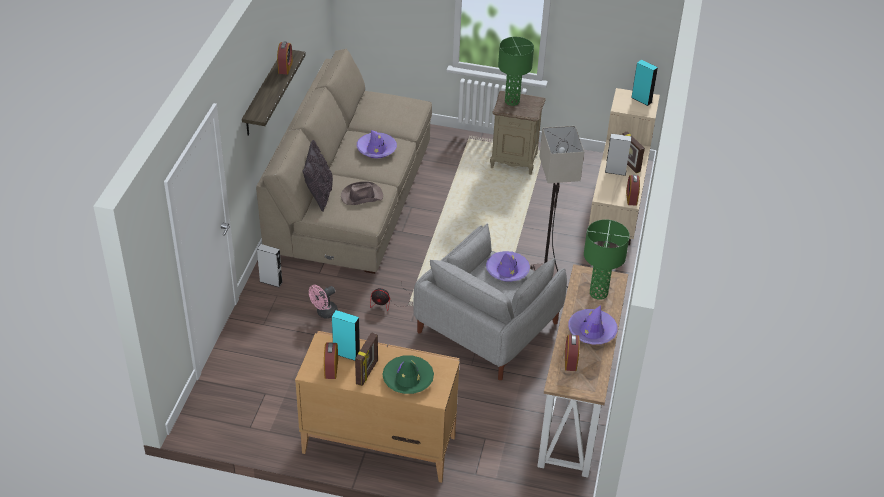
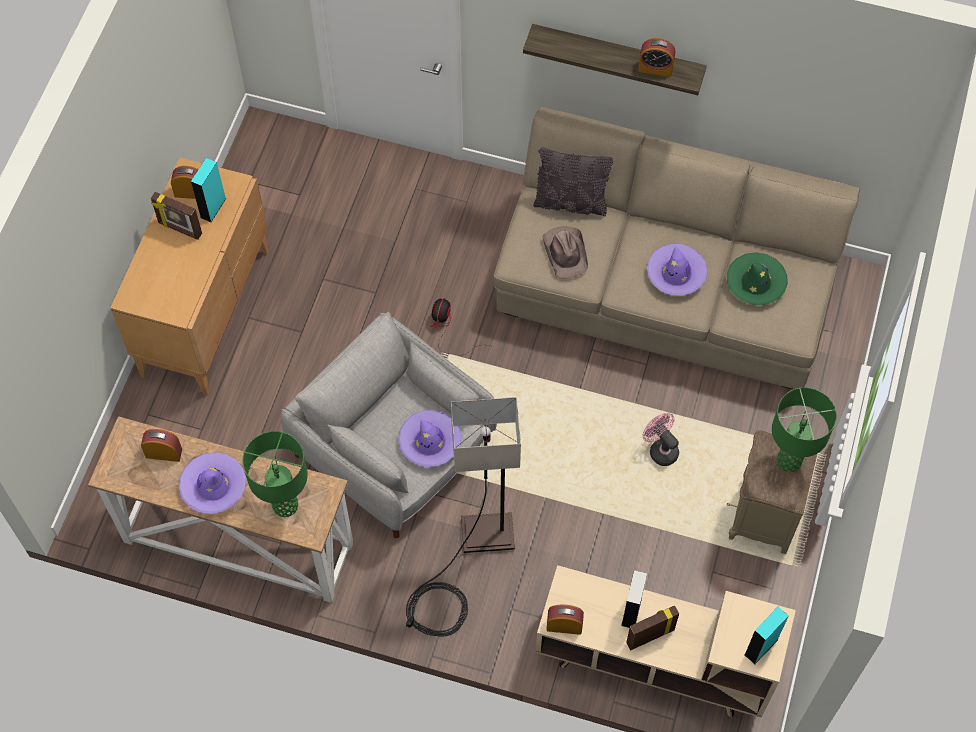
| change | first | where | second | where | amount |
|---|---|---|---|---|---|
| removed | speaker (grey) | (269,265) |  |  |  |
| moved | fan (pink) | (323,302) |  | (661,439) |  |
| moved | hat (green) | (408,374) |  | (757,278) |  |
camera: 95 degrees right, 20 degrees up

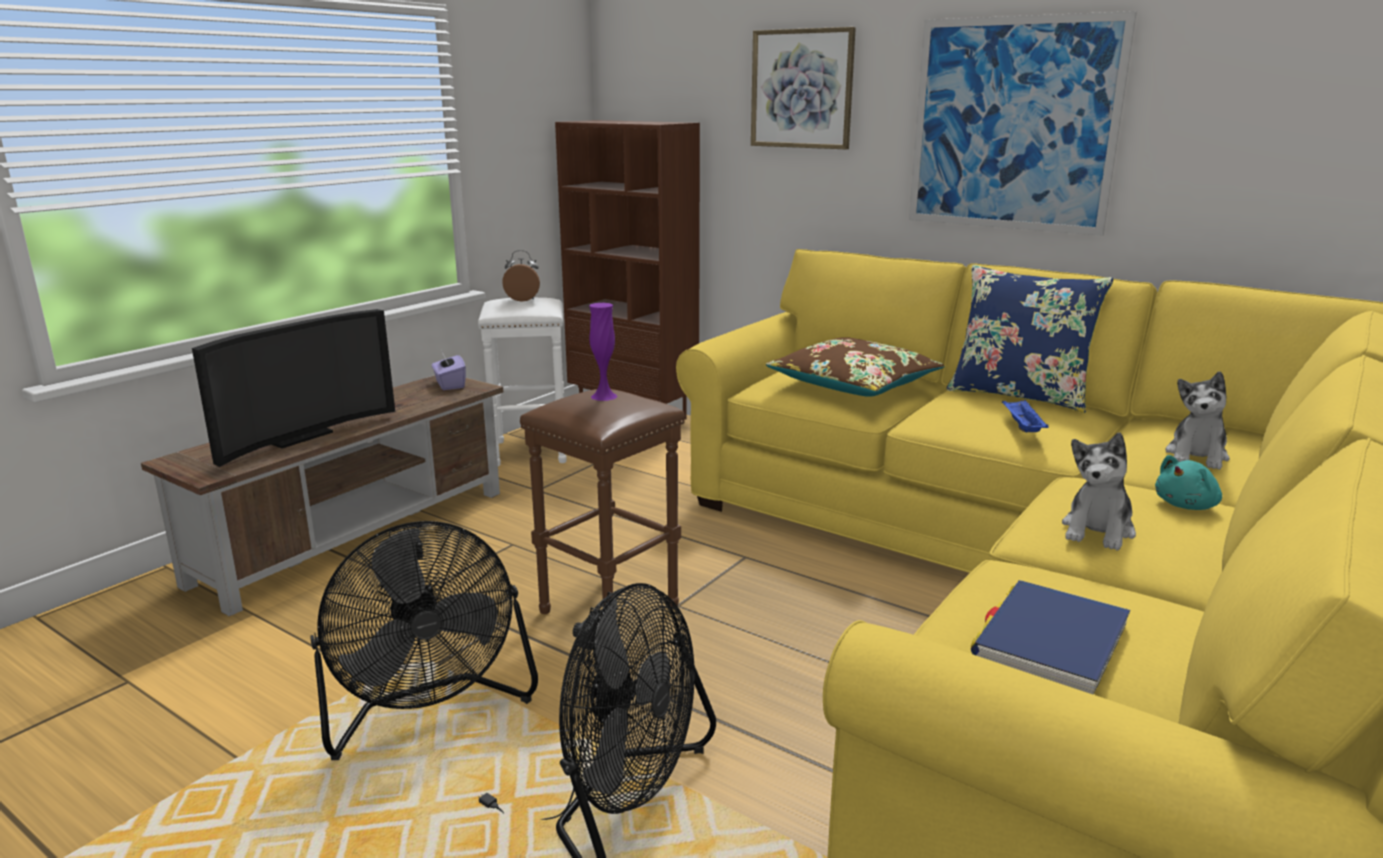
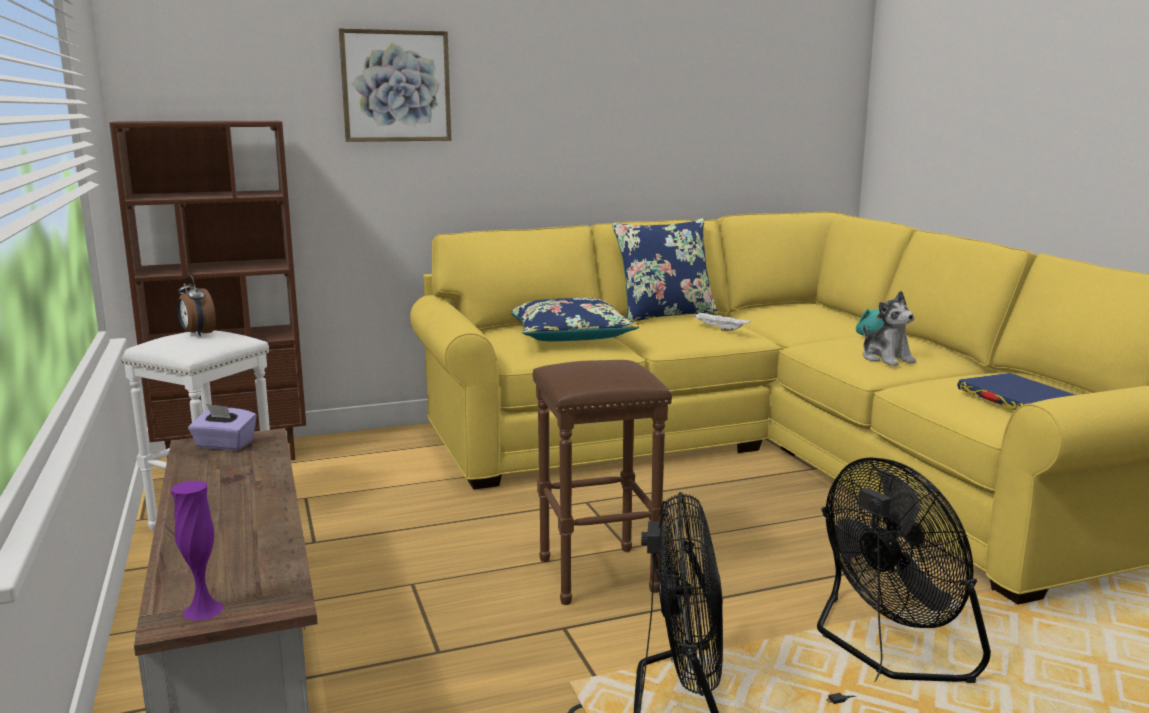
| change | first | where | second | where | amount |
|---|---|---|---|---|---|
| removed | television | (293,388) |  |  |  |
| removed | picture | (1023,123) |  |  |  |
| removed | plush toy | (1197,420) |  |  |  |
| moved | vase (purple) | (603,352) |  | (197,551) |  |
| recoloured | pillow (brown) | (855,367) | pillow (blue) | (575,319) |  |
| recoloured | tray (blue) | (1025,416) | tray (white) | (721,321) |  |
| turned | alarm clock | (521,275) |  | (196,305) | 75 degrees counterclockwise |
camera: 55 degrees left, 5 degrees down

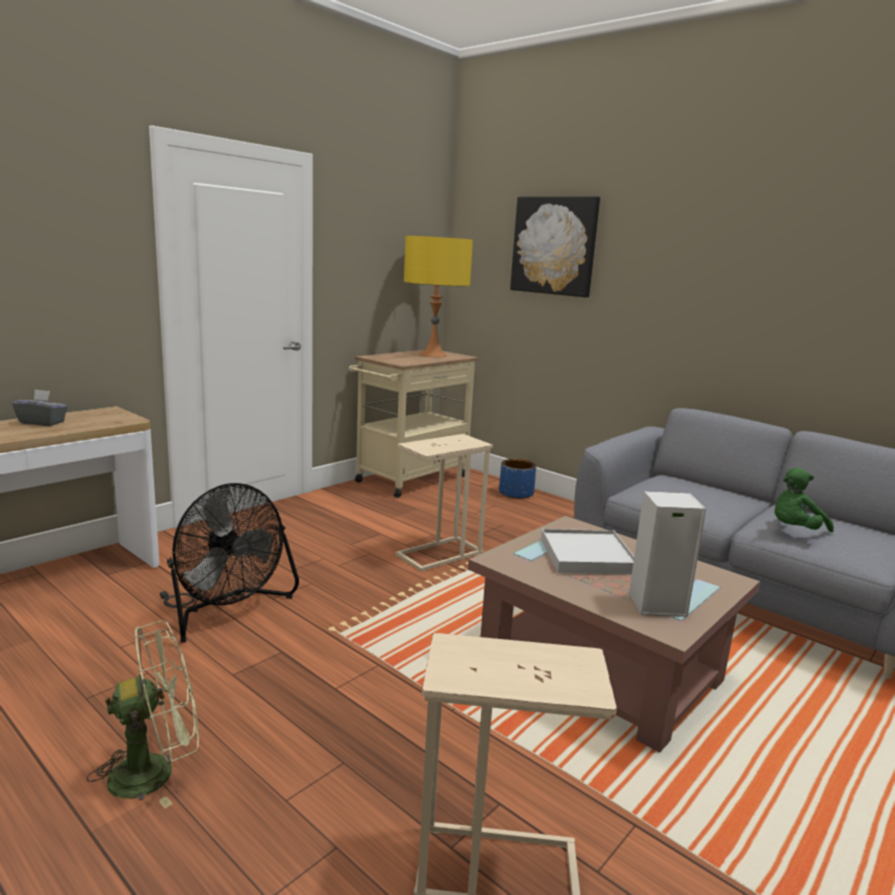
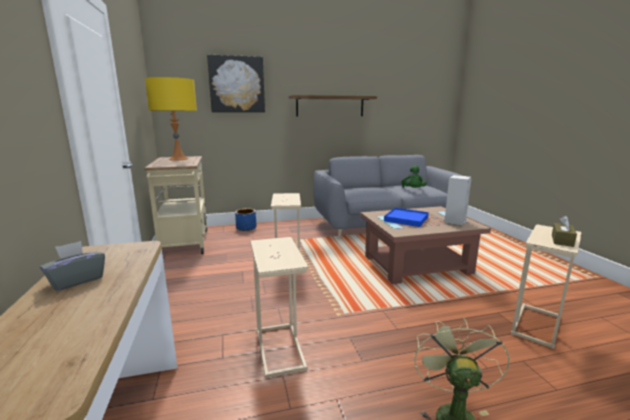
| change | first | where | second | where | amount |
|---|---|---|---|---|---|
| added |  |  | shelf | (333,106) |  |
| added |  |  | tissue box (brown) | (564,231) |  |
| replaced | fan (black) | (229,563) | side table (beige) | (279,307) |  |
| recoloured | tray (white) | (587,551) | tray (blue) | (406,217) |  |
camera: 55 degrees left, 0 degrees up

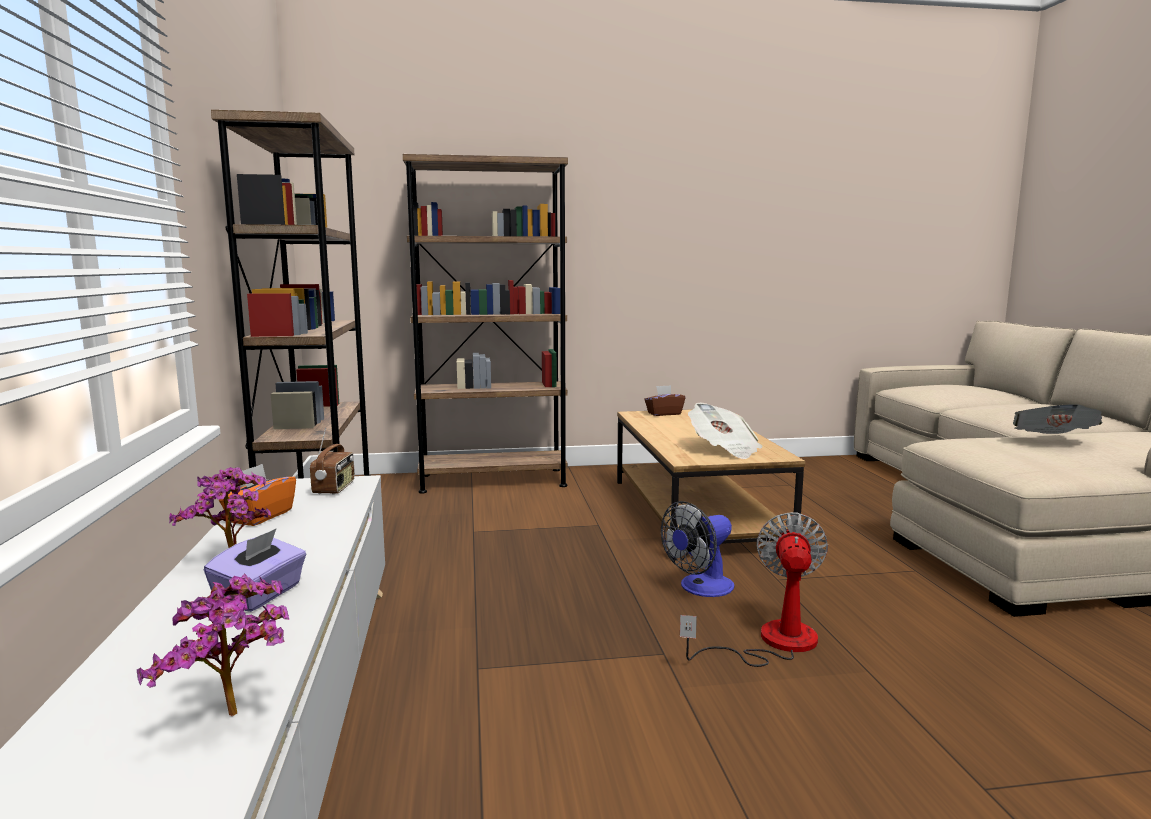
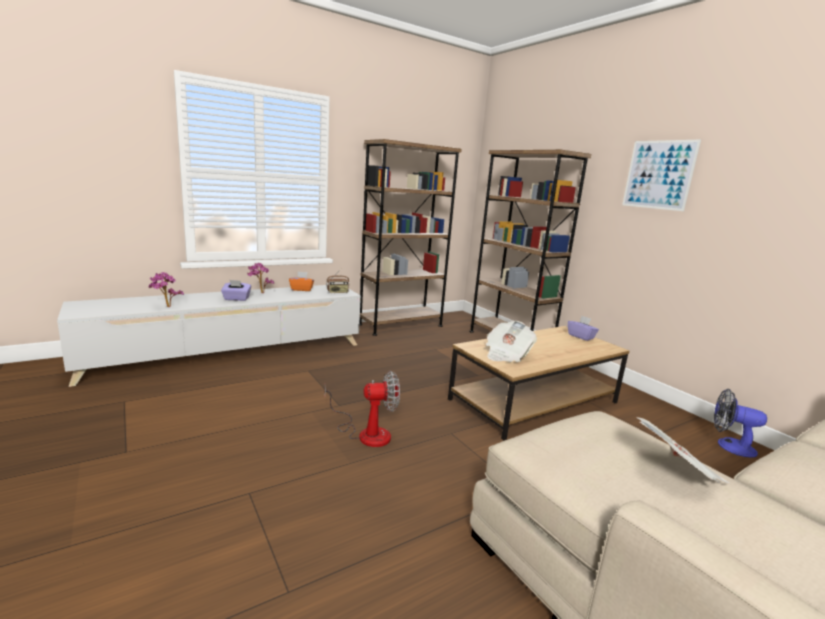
| change | first | where | second | where | amount |
|---|---|---|---|---|---|
| added |  |  | picture | (661,175) |  |
| moved | fan | (697,549) |  | (740,423) |  |
| recoloured | tissue box (brown) | (664,400) | tissue box (purple) | (583,328) |  |
camera: 65 degrees right, 5 degrees up

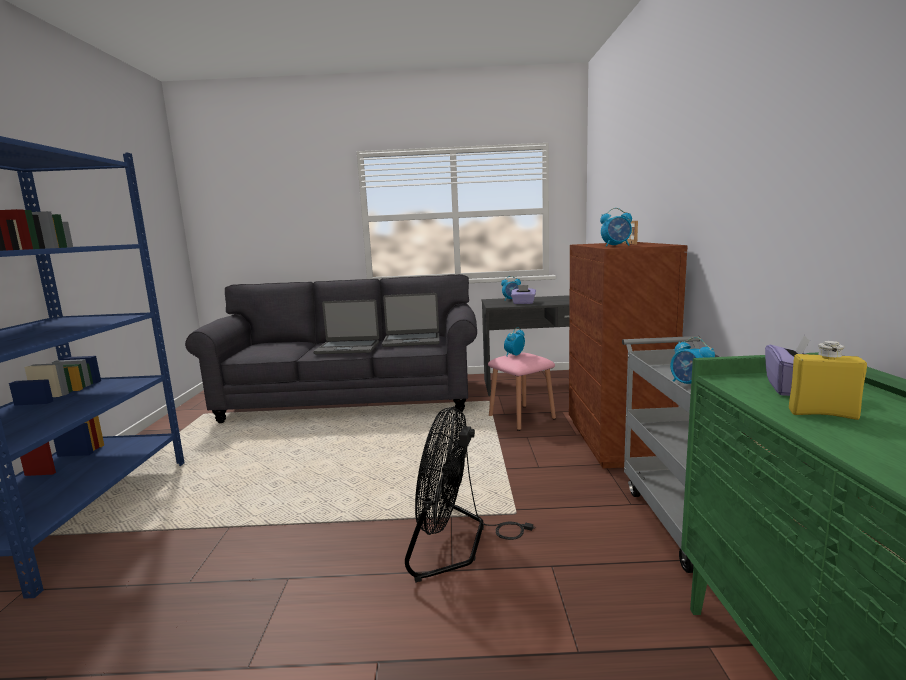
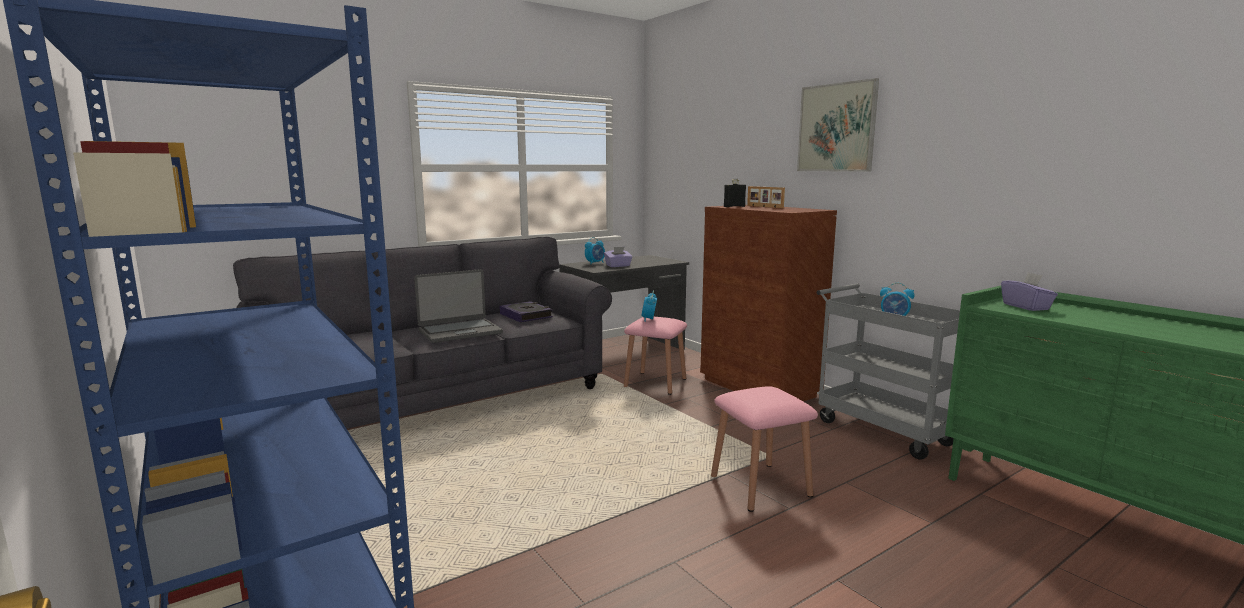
| change | first | where | second | where | amount |
|---|---|---|---|---|---|
| removed | alarm clock | (616,227) |  |  |  |
| removed | bottle (yellow) | (828,380) |  |  |  |
| added |  |  | bottle (black) | (735,193) |  |
| added |  |  | picture | (838,125) |  |
| replaced | laptop | (410,320) | book | (526,311) |  |
| replaced | fan (black) | (470,494) | stool (pink) | (764,449) |  |
camera: 35 degrees left, 0 degrees up

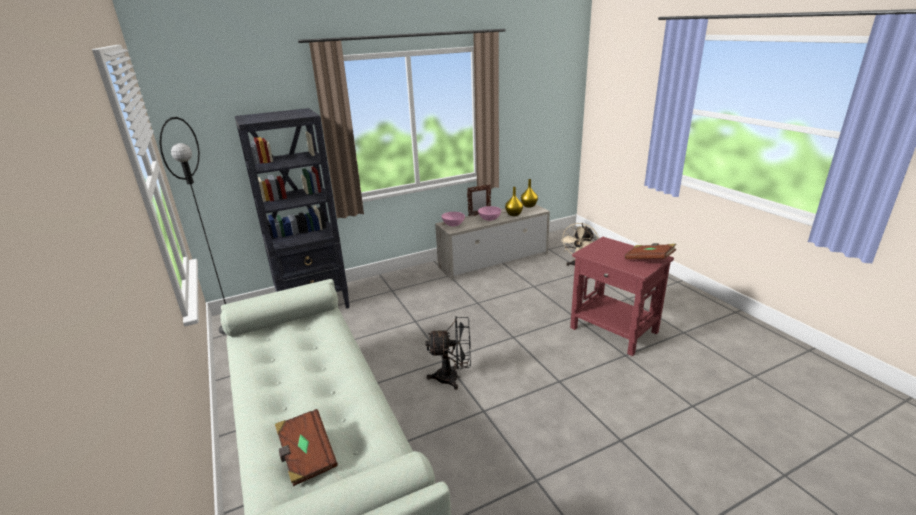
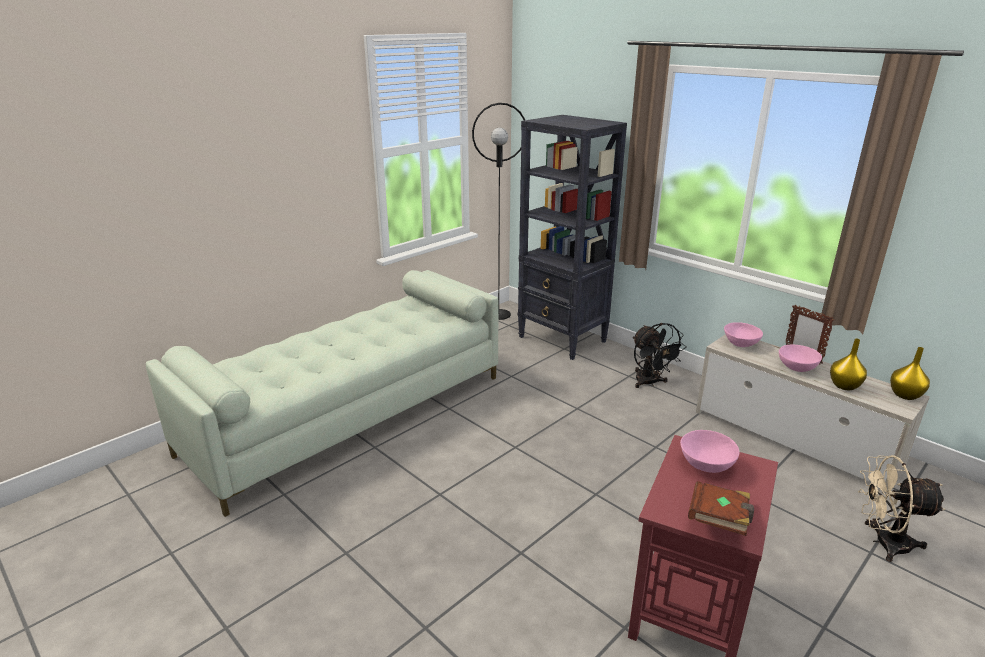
| change | first | where | second | where | amount |
|---|---|---|---|---|---|
| removed | book (brown) | (306,447) |  |  |  |
| added |  |  | bowl (pink) | (710,451) |  |
| moved | fan (black) | (448,353) |  | (660,355) |  |
camera: 70 degrees right, 0 degrees up

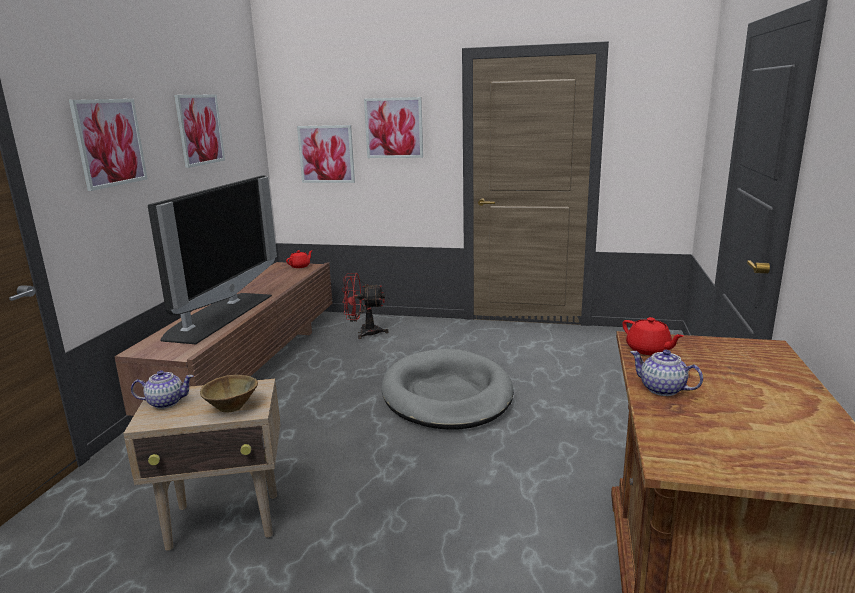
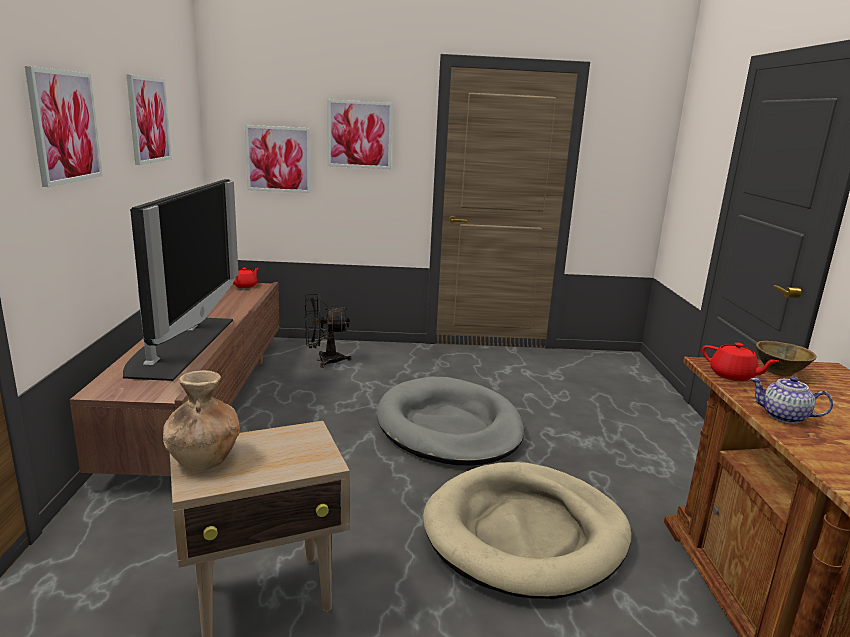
| change | first | where | second | where | amount |
|---|---|---|---|---|---|
| added |  |  | dog bed (beige) | (527,530) |  |
| moved | bowl (brown) | (229,394) |  | (786,358) |  |
| replaced | teapot | (162,389) | vase (brown) | (201,420) |  |
| recoloured | fan (red) | (365,306) | fan (black) | (328,331) |  |
camera: 15 degrees left, 0 degrees up

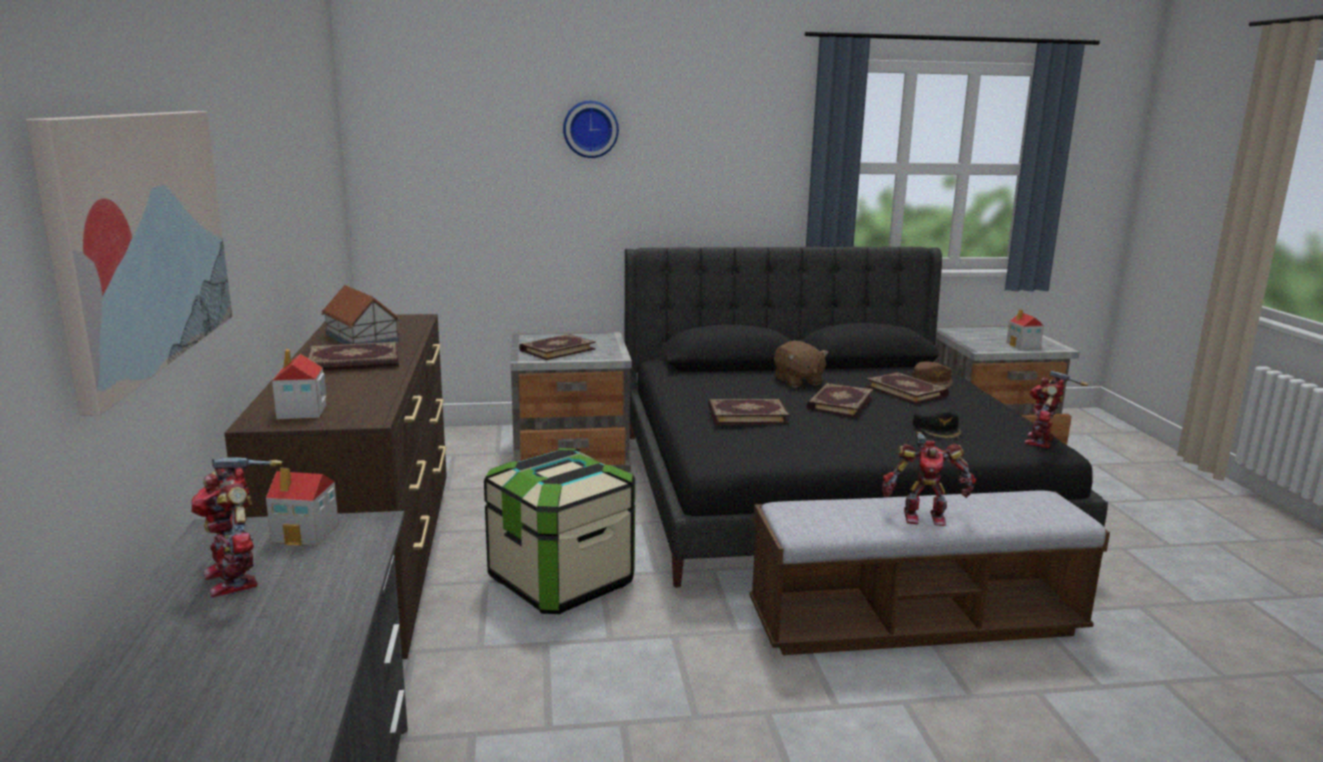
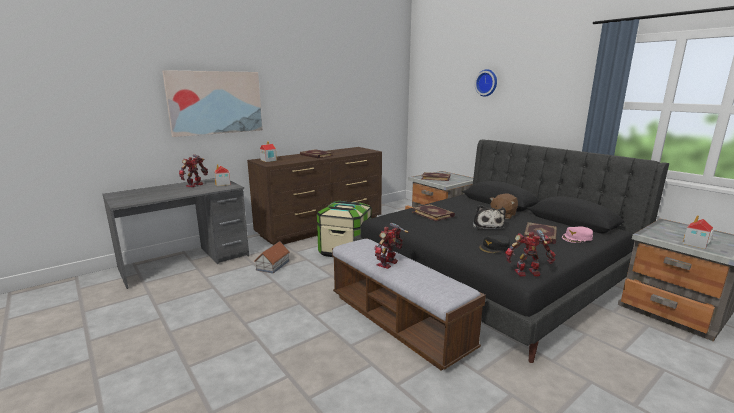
| change | first | where | second | where | amount |
|---|---|---|---|---|---|
| moved | toy house | (361,314) |  | (272,257) |  |
| replaced | book | (839,400) | plush toy | (489,217) |  |
| recoloured | cap (brown) | (932,374) | cap (pink) | (577,234) |  |
| turned | toy robot | (929,479) |  | (391,246) | 60 degrees clockwise |
camera: 60 degrees right, 0 degrees up

